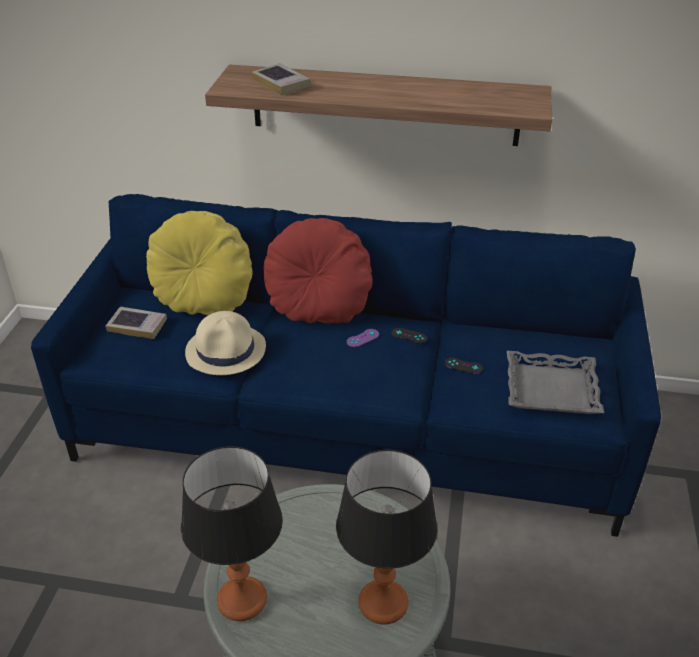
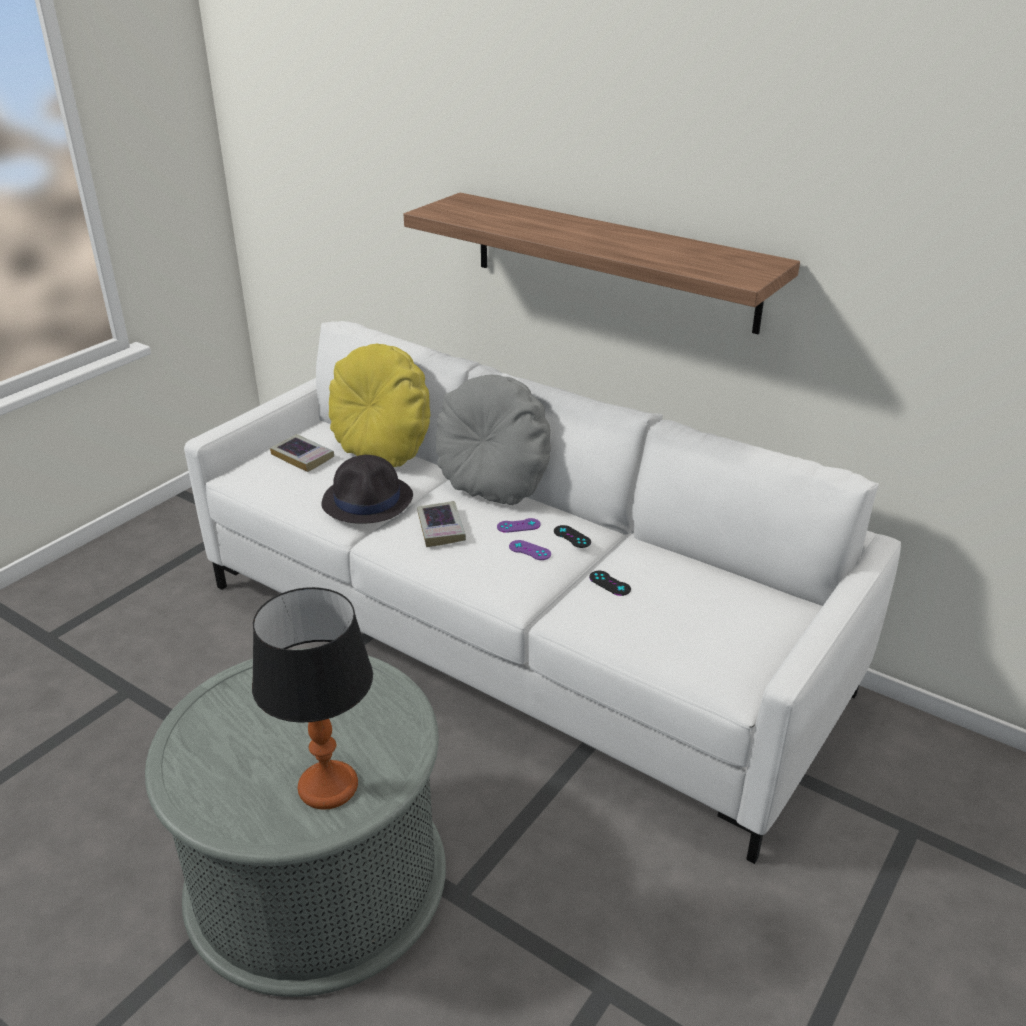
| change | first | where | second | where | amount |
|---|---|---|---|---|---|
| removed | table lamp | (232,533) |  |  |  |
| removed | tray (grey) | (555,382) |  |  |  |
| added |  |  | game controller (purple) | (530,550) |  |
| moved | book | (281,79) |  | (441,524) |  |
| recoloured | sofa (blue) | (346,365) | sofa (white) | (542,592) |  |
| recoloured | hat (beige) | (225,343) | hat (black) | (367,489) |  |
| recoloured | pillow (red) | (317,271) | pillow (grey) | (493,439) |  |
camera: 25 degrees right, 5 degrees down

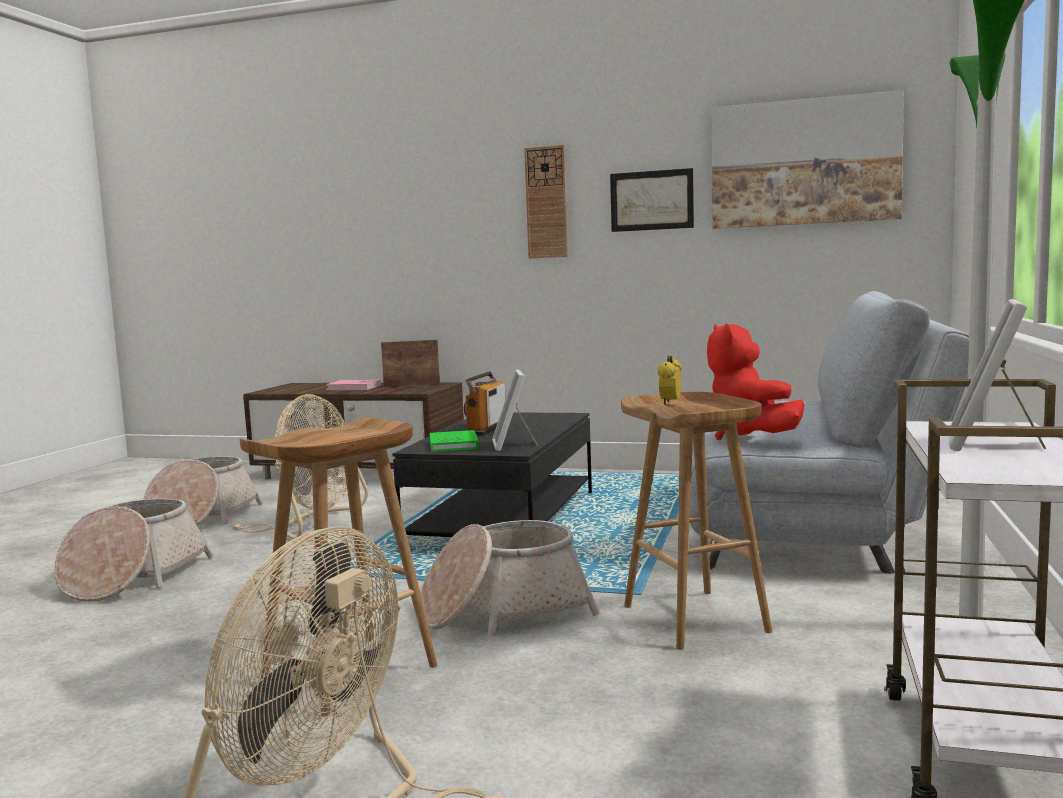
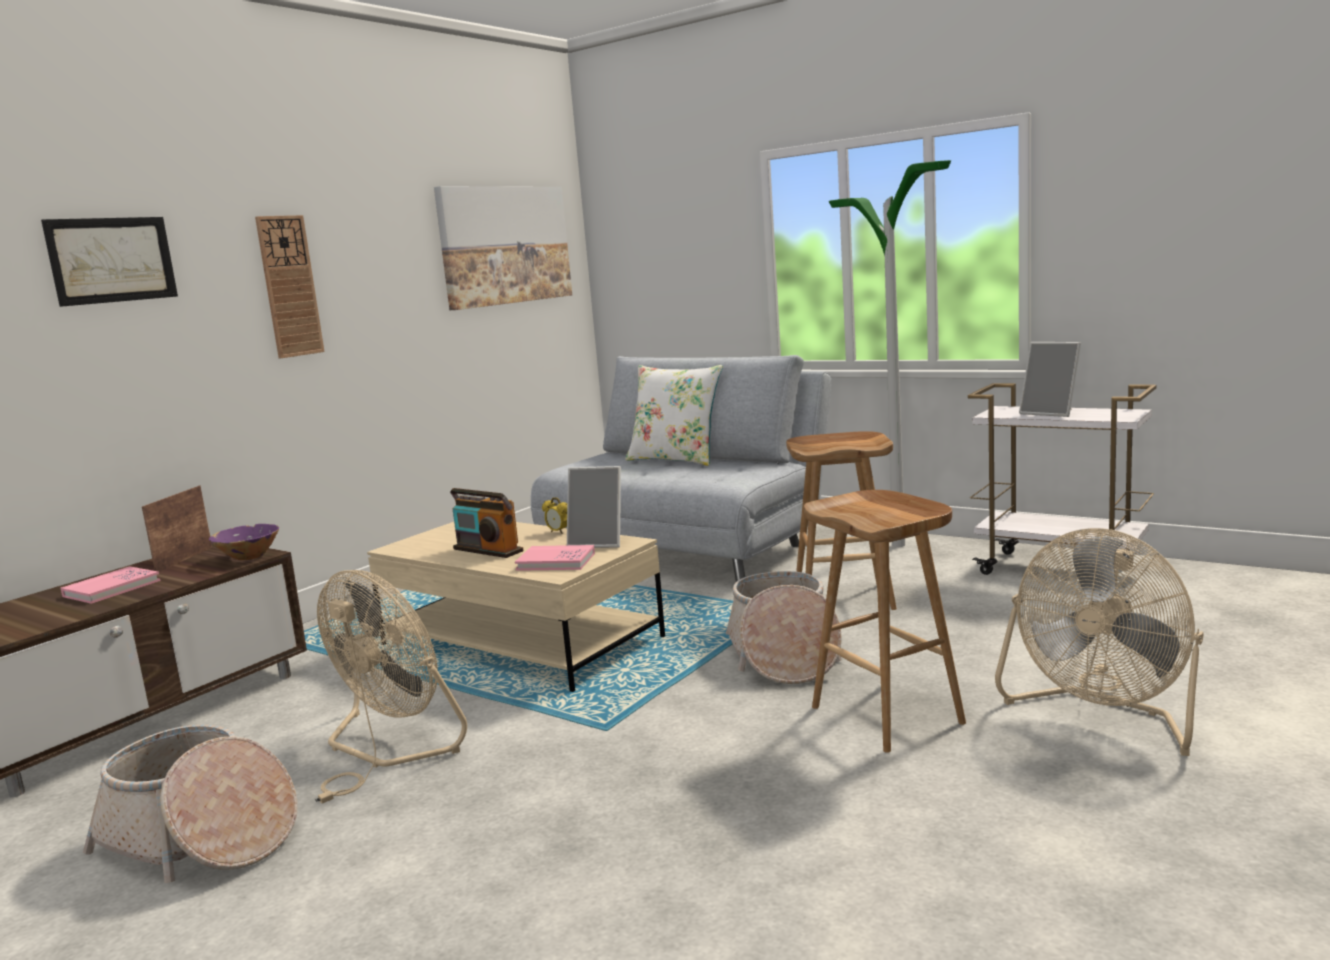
| change | first | where | second | where | amount |
|---|---|---|---|---|---|
| removed | basket | (134,550) |  |  |  |
| removed | plush toy (red) | (756,382) |  |  |  |
| added |  |  | bowl (purple) | (244,542) |  |
| added |  |  | pillow (white) | (674,415) |  |
| moved | picture | (652,200) |  | (109,262) |  |
| moved | alarm clock | (669,380) |  | (554,516) |  |
| recoloured | coffee table (black) | (492,474) | coffee table (beige) | (516,607) |  |
| recoloured | book (green) | (454,441) | book (pink) | (555,558) |  |
camera: 70 degrees left, 5 degrees up

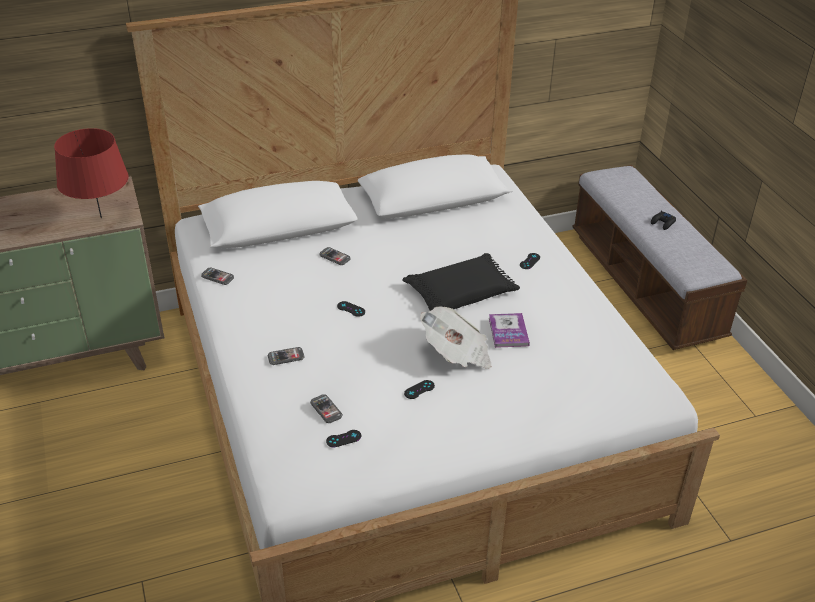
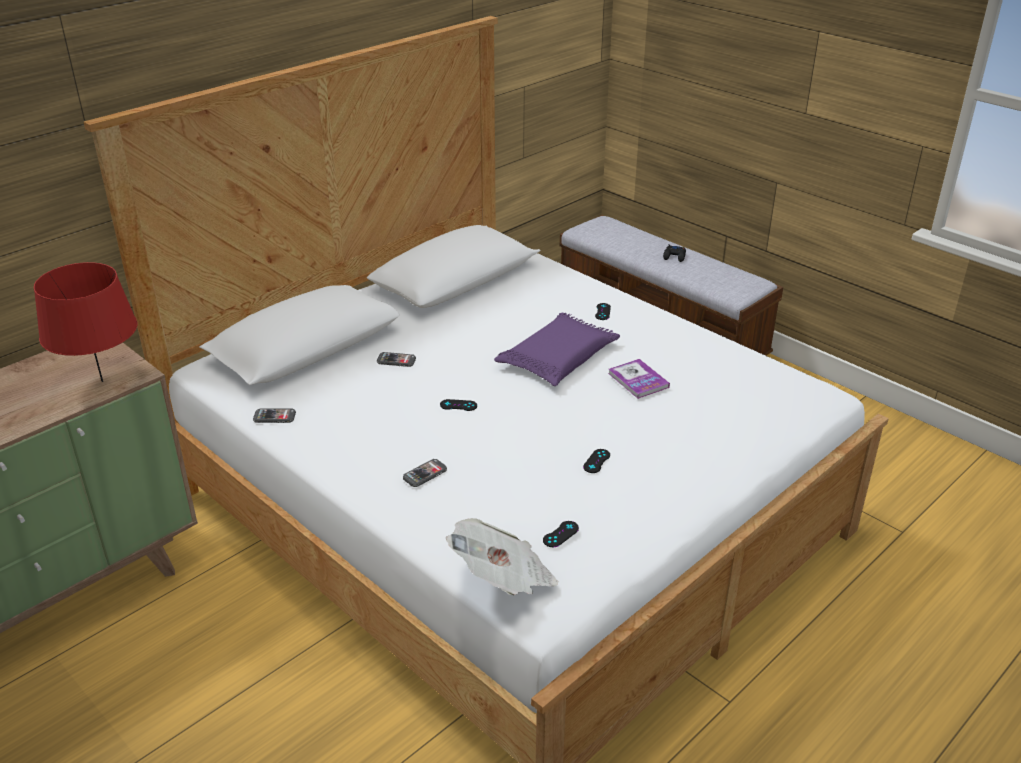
| change | first | where | second | where | amount |
|---|---|---|---|---|---|
| removed | phone | (326,408) |  |  |  |
| moved | newspaper | (456,338) |  | (502,556) |  |
| recoloured | pillow (black) | (461,282) | pillow (purple) | (557,349) |  |
camera: 25 degrees left, 5 degrees down

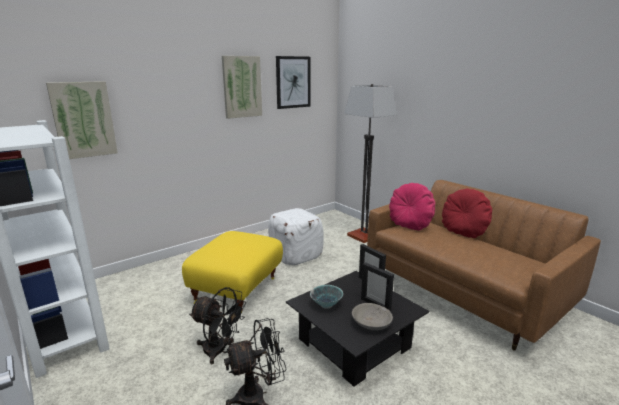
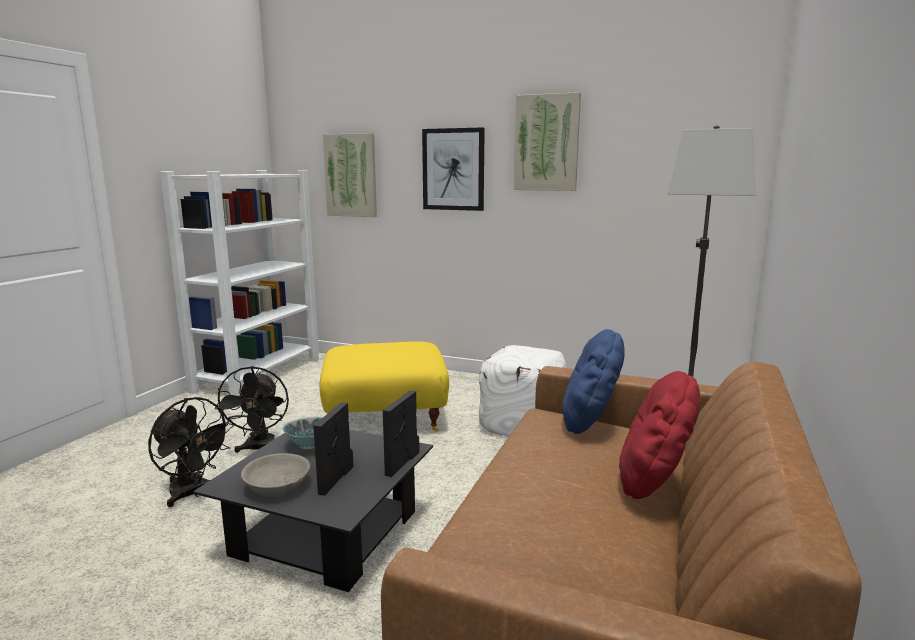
| change | first | where | second | where | amount |
|---|---|---|---|---|---|
| moved | picture | (293,82) |  | (453,169) |  |
| recoloured | pillow (pink) | (412,207) | pillow (blue) | (593,381) |  |
camera: 60 degrees right, 5 degrees down

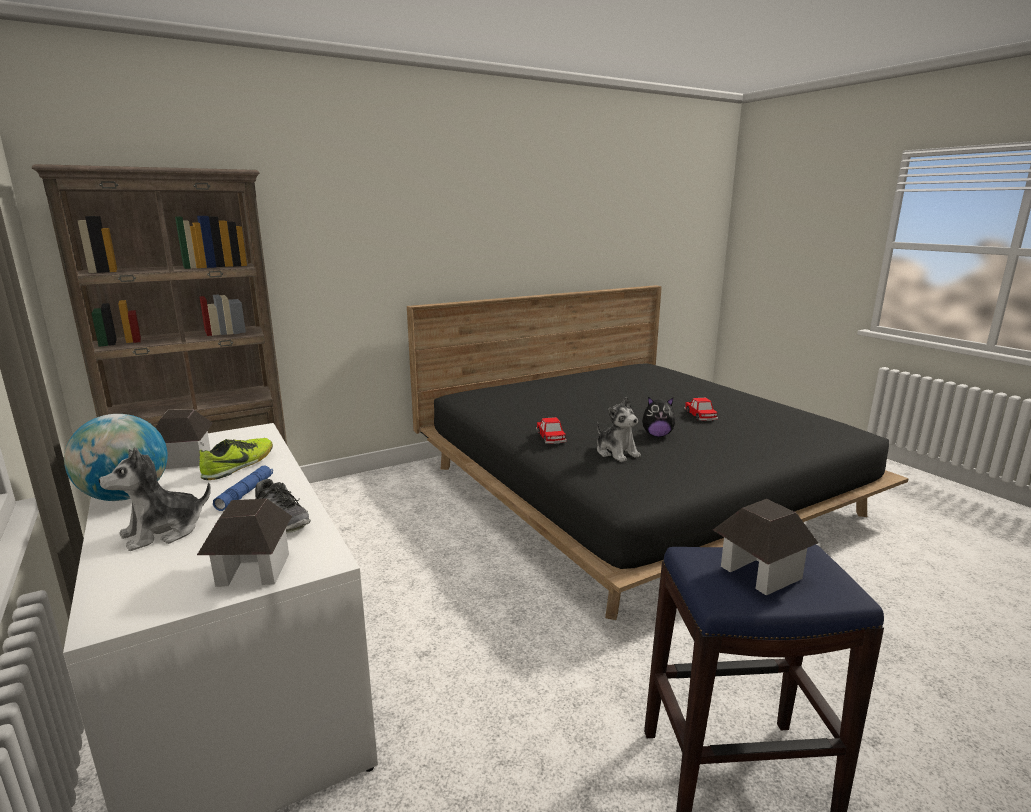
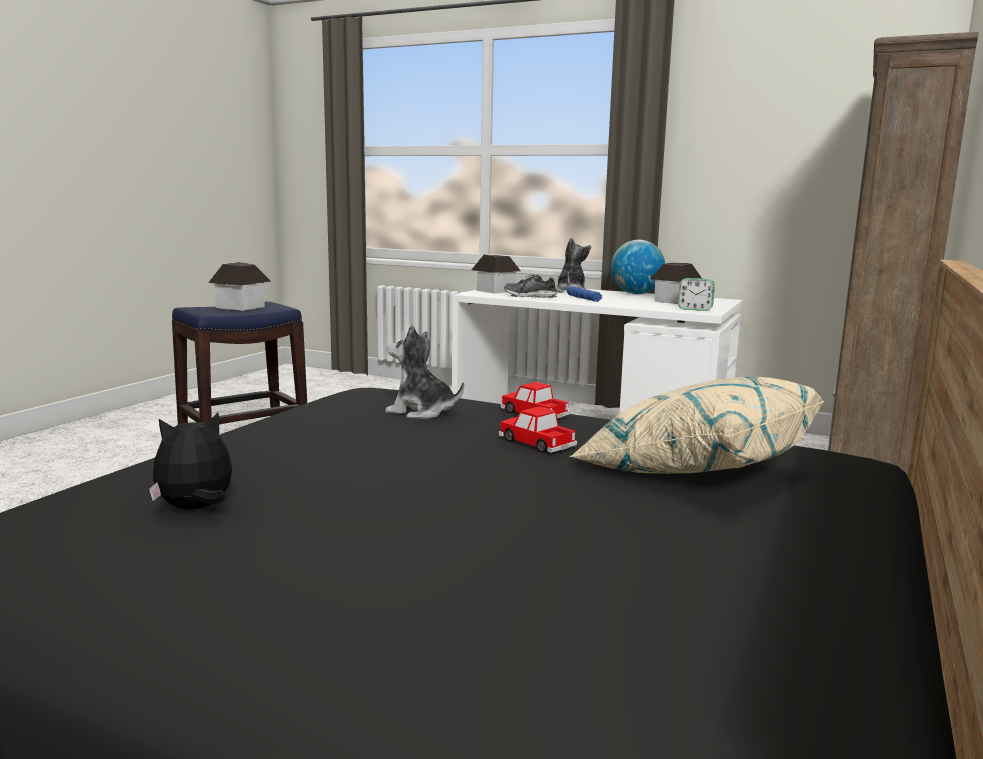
| change | first | where | second | where | amount |
|---|---|---|---|---|---|
| removed | shoe | (236,459) |  |  |  |
| added |  |  | pillow (beige) | (697,425) |  |
| added |  |  | alarm clock | (696,294) |  |
| moved | plush toy | (659,417) |  | (190,461) |  |
| moved | toy car | (701,409) |  | (538,429) |  |
camera: 145 degrees right, 5 degrees down

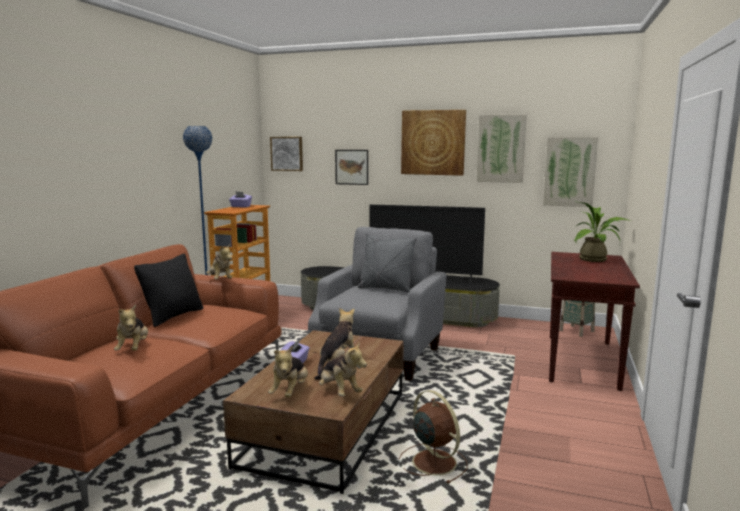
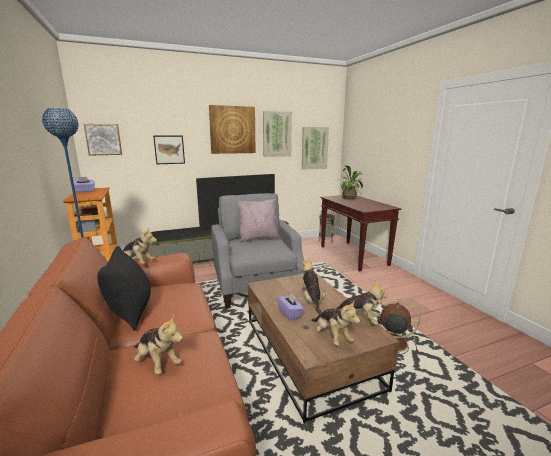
| change | first | where | second | where | amount |
|---|---|---|---|---|---|
| recoloured | pillow (grey) | (387,263) | pillow (purple) | (258,220) |  |
camera: 40 degrees left, 5 degrees up

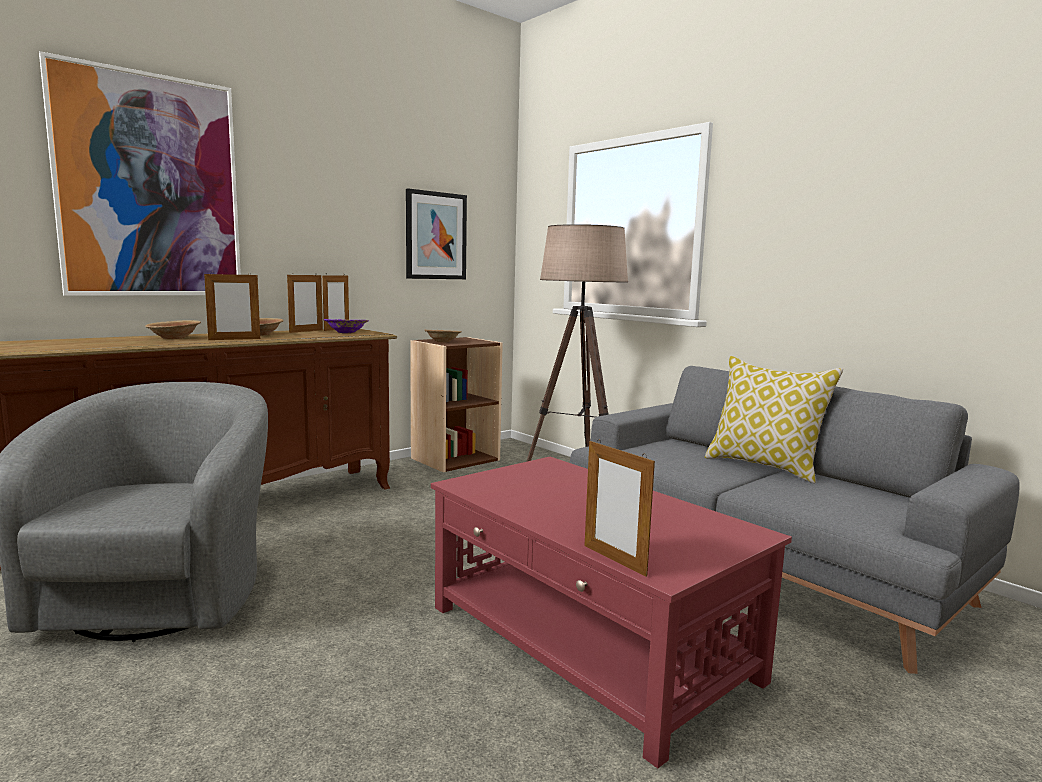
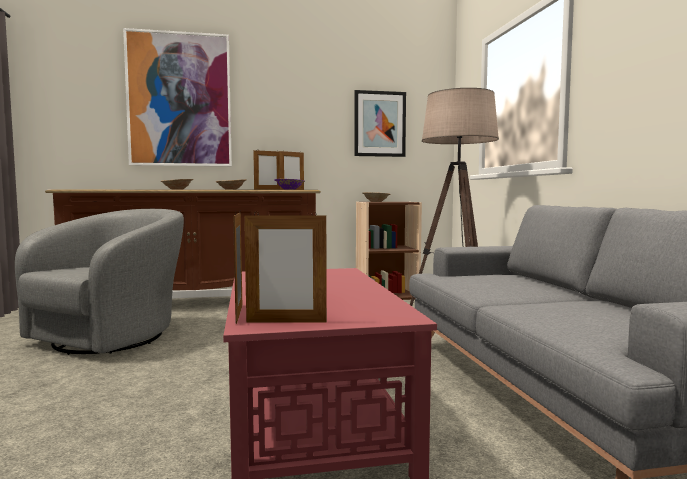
| change | first | where | second | where | amount |
|---|---|---|---|---|---|
| removed | pillow | (774,419) |  |  |  |
| moved | picture frame | (232,306) |  | (285,267) |  |
camera: 30 degrees right, 5 degrees down

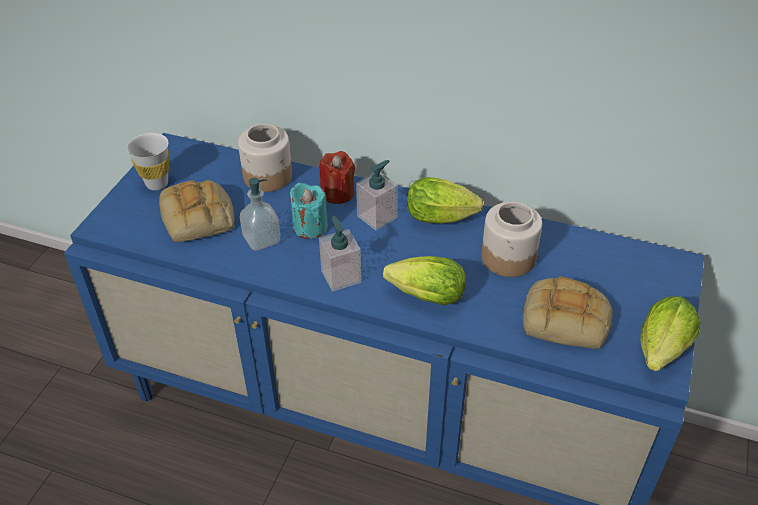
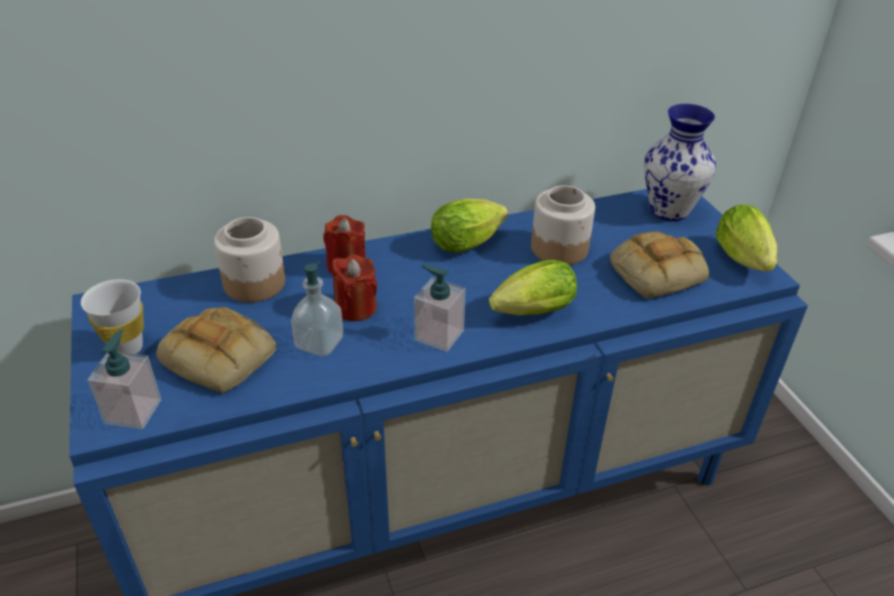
| change | first | where | second | where | amount |
|---|---|---|---|---|---|
| added |  |  | vase | (680,162) |  |
| moved | soap dispenser | (377,195) |  | (124,380) |  |
| recoloured | candle (turquoise) | (309,211) | candle (red) | (354,287) |  |
camera: 40 degrees left, 5 degrees down

